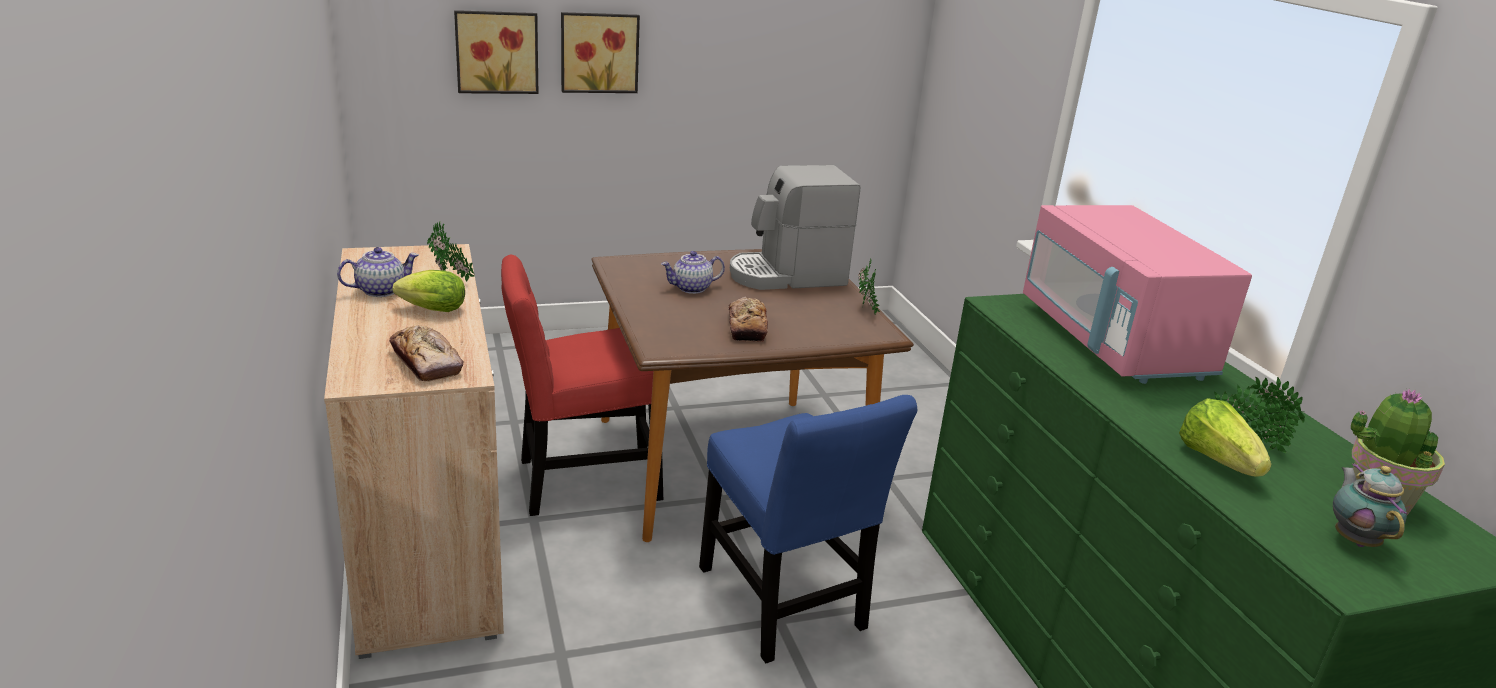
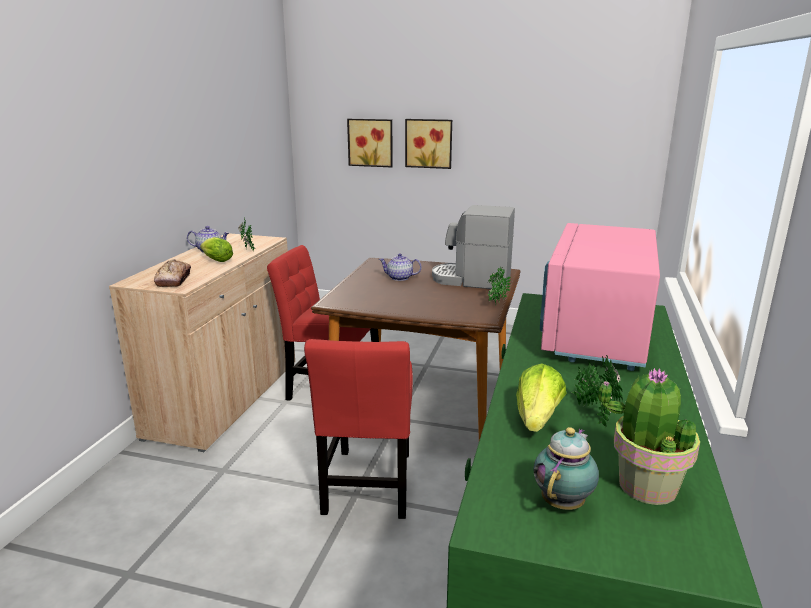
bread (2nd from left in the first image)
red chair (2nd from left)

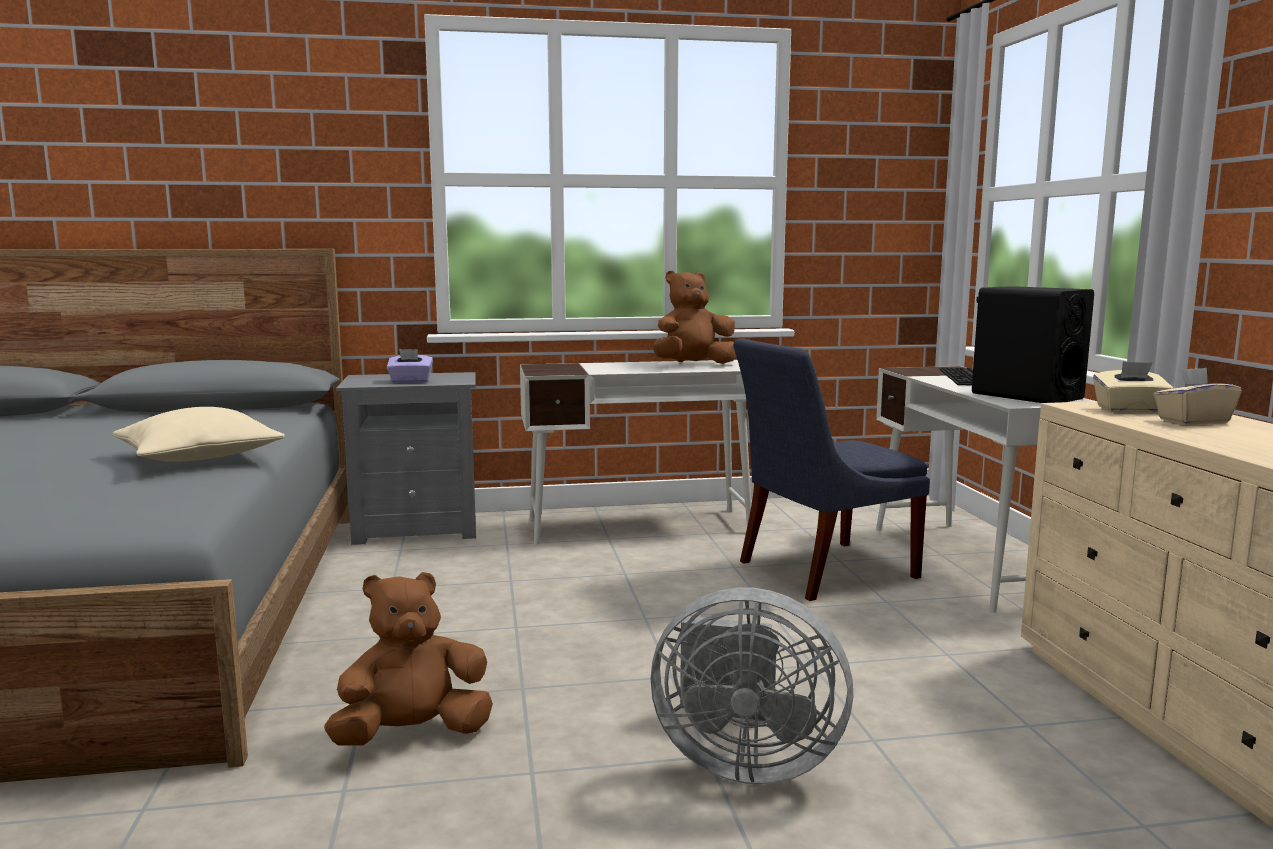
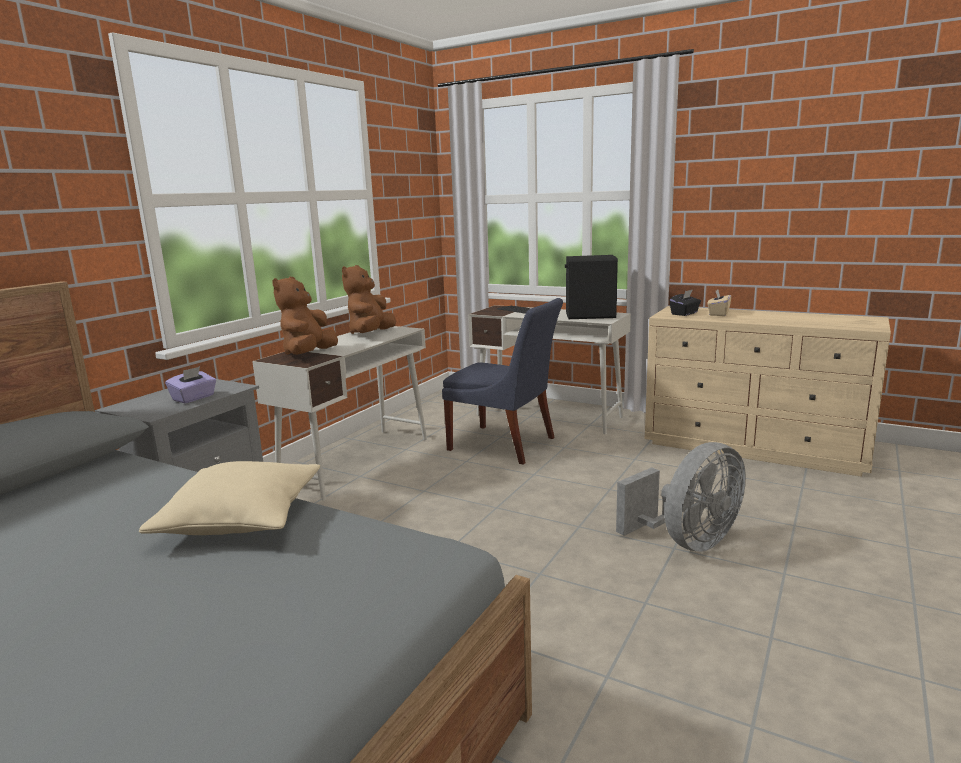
blue chair
black tissue box
brown plush toy (1st from left)

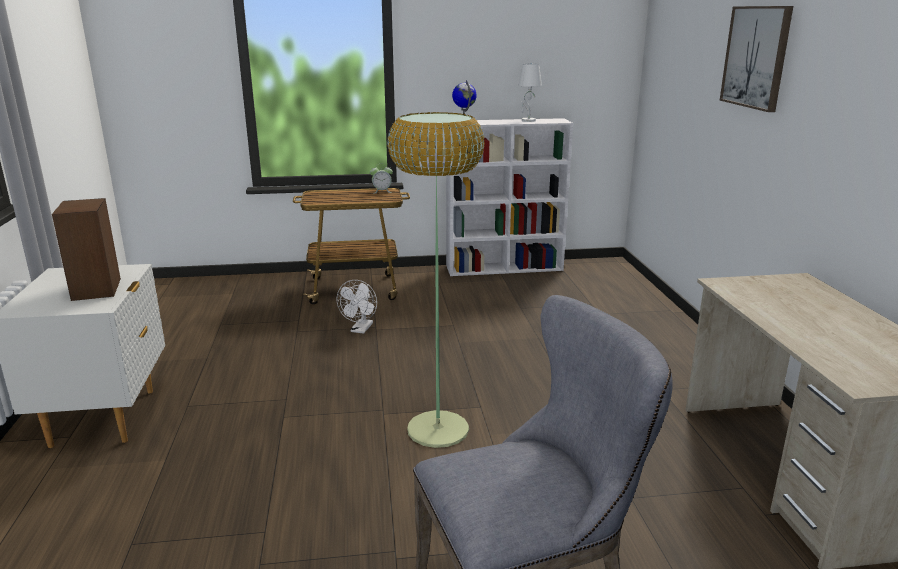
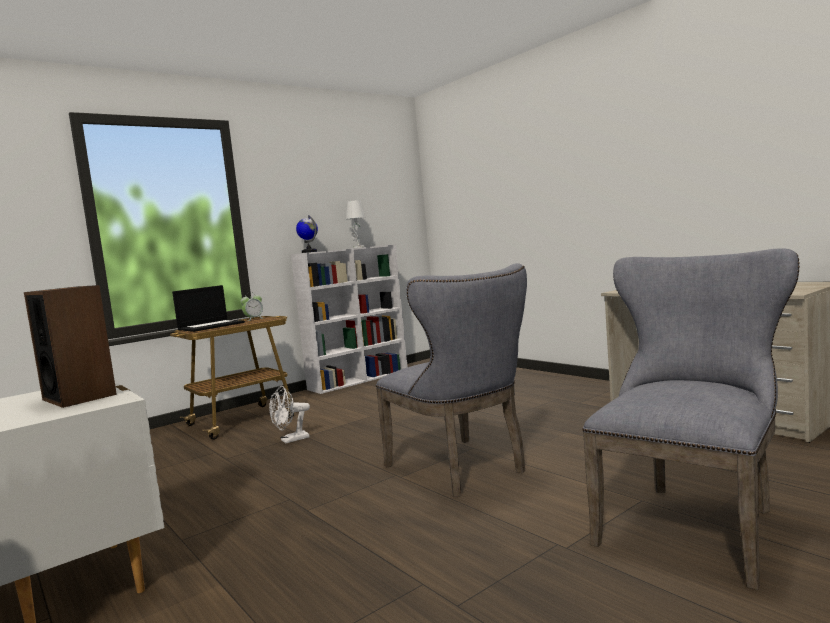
picture
grey chair (1st from left)
white fan
laptop

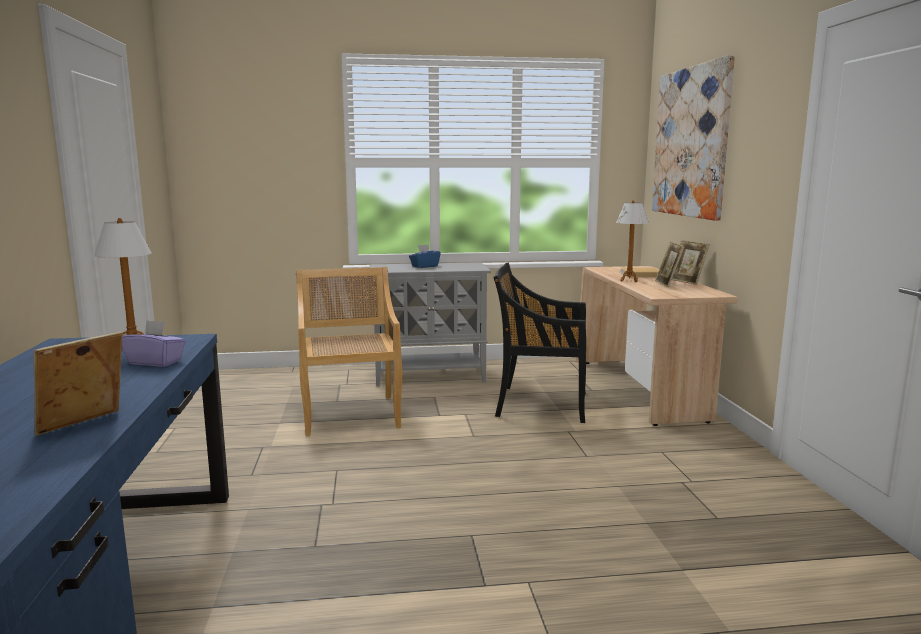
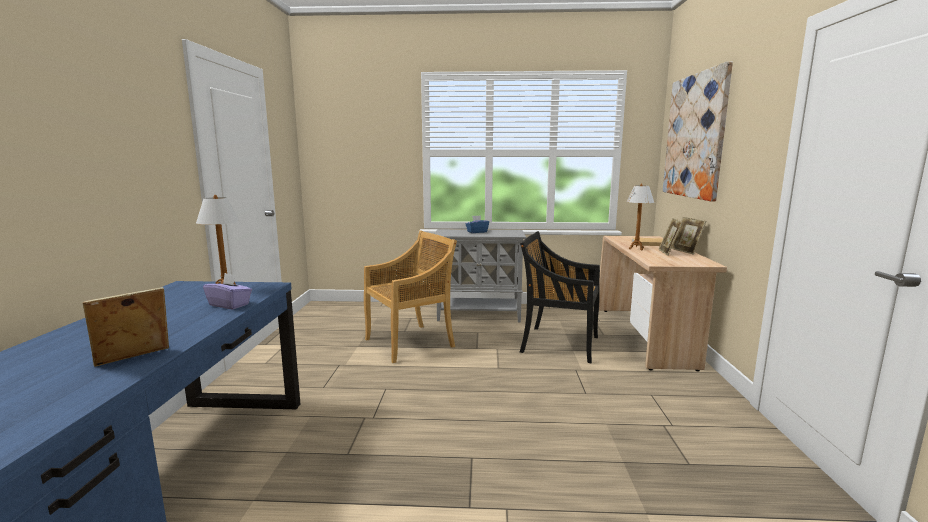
beige chair

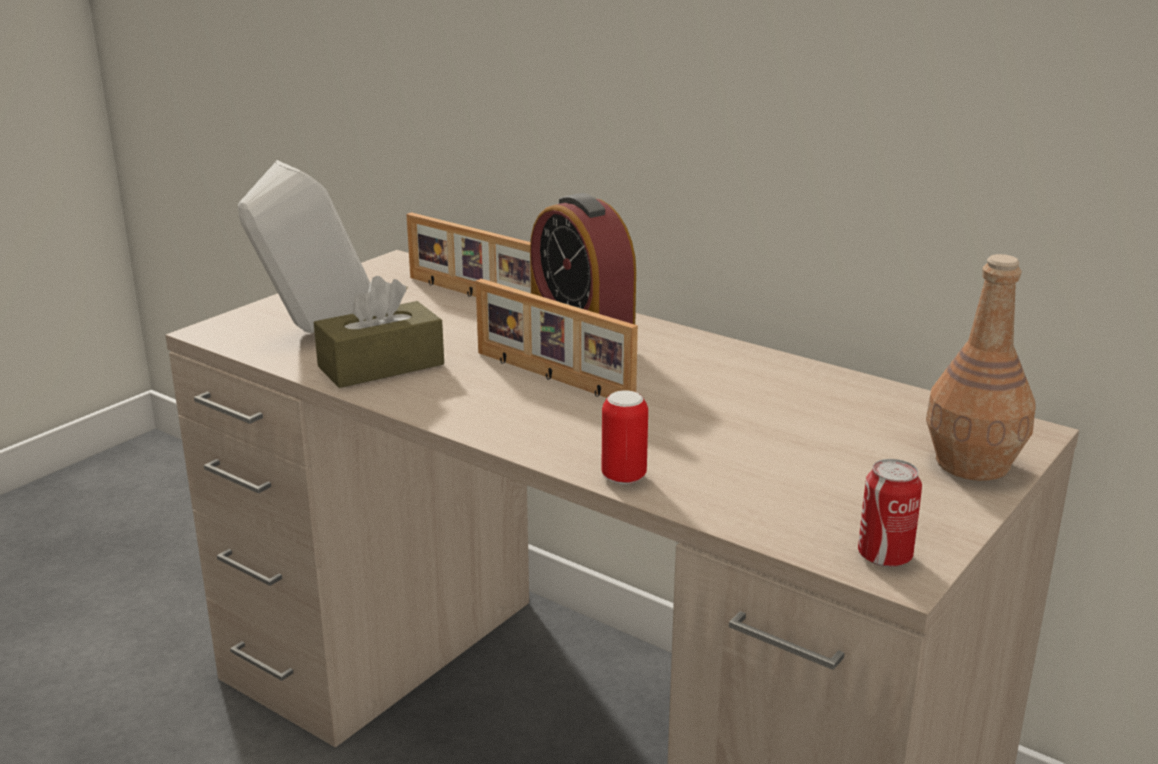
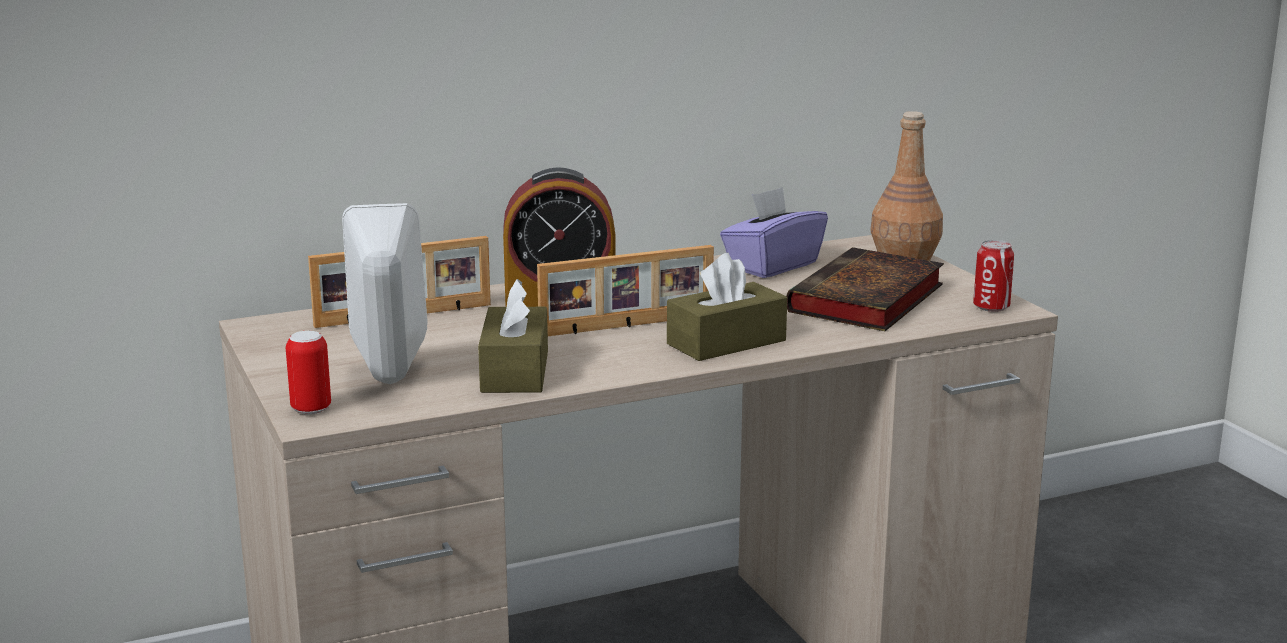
can (1st from left)
purple tissue box
book
brown tissue box (2nd from left)

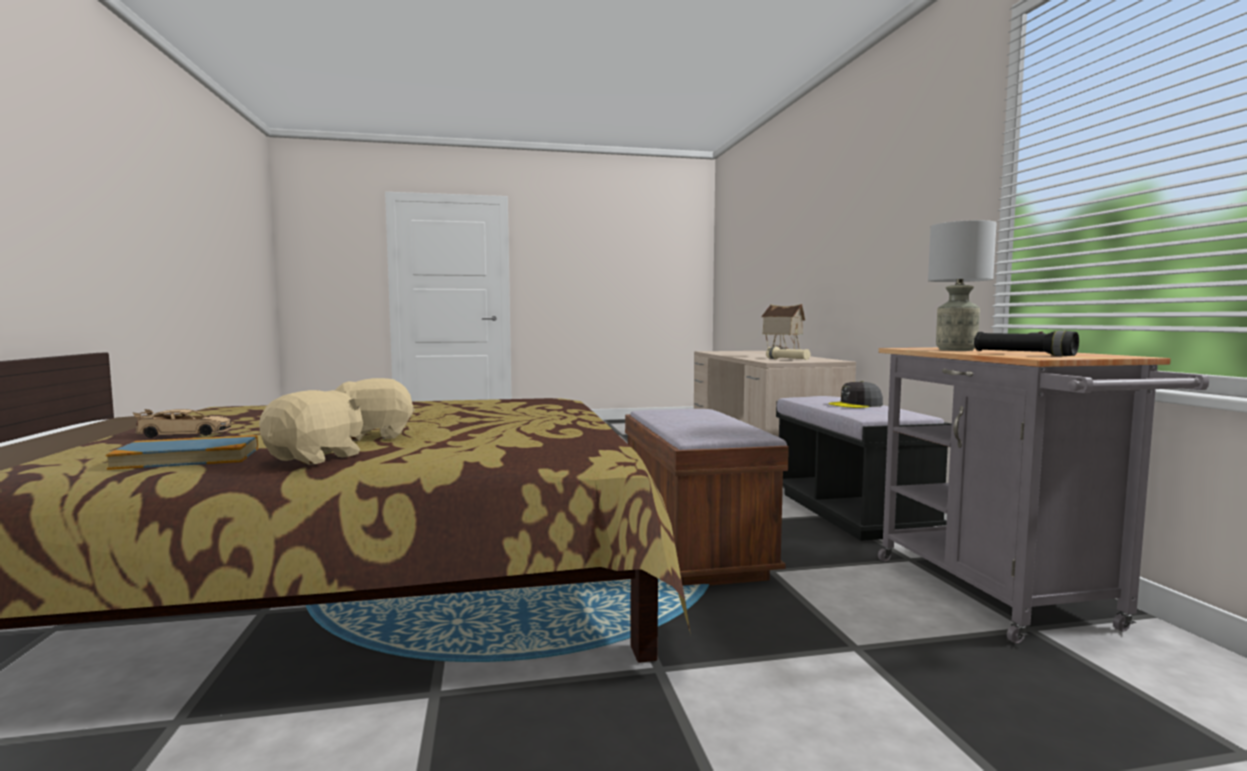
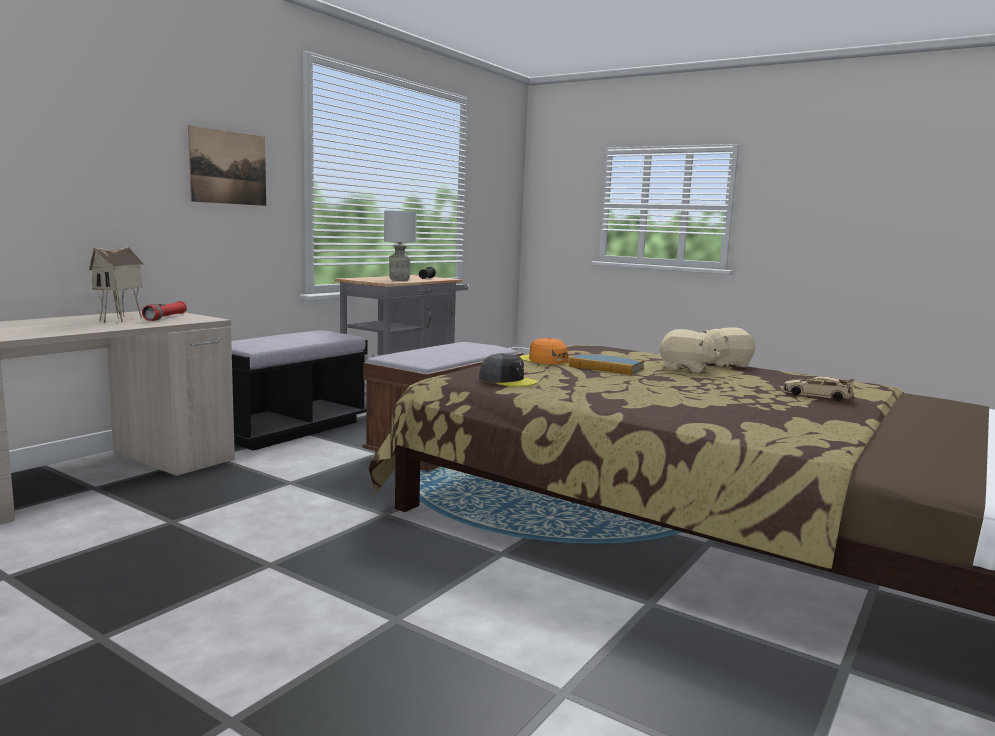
red flashlight
grey cap
book
picture
orange cap

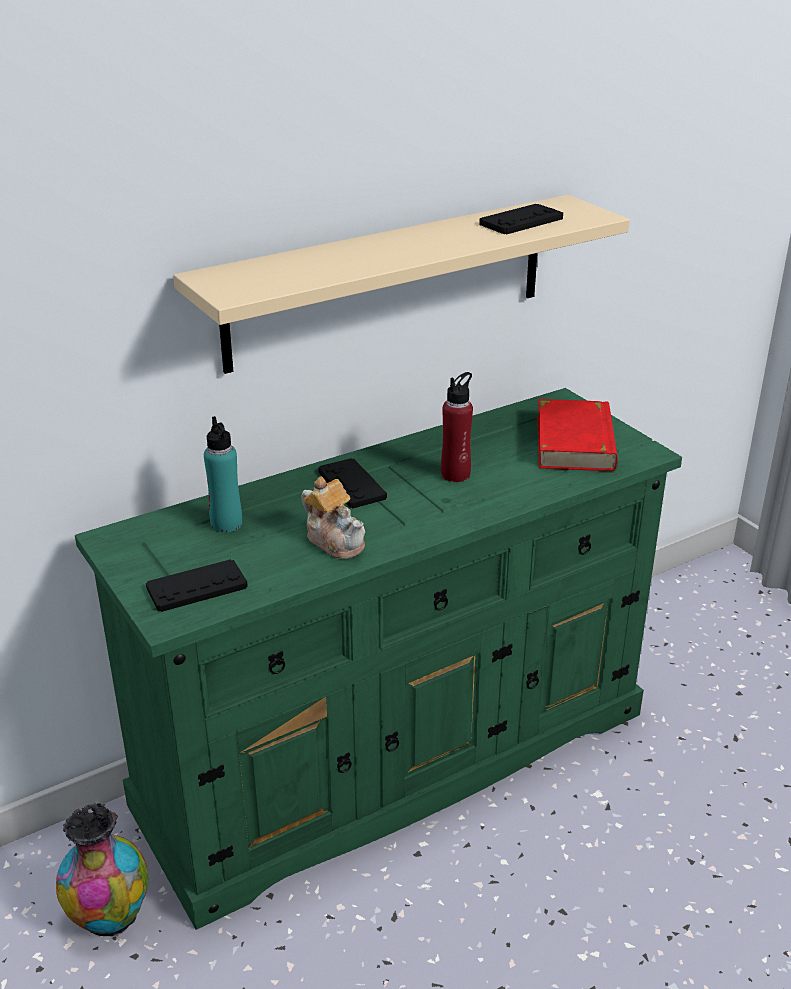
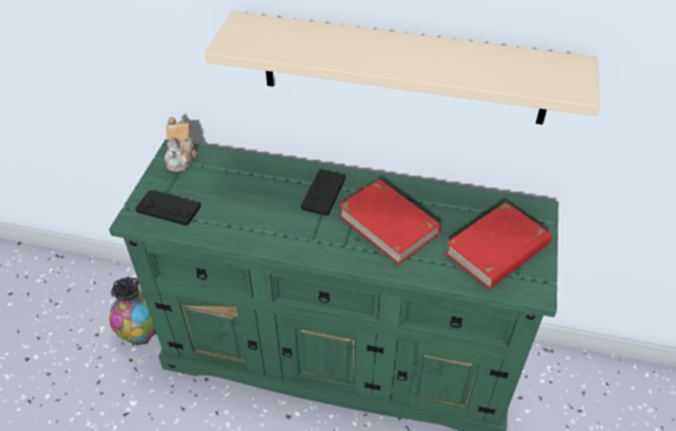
black game controller (3rd from left in the first image)
red book (1st from left)
turquoise bottle
teapot

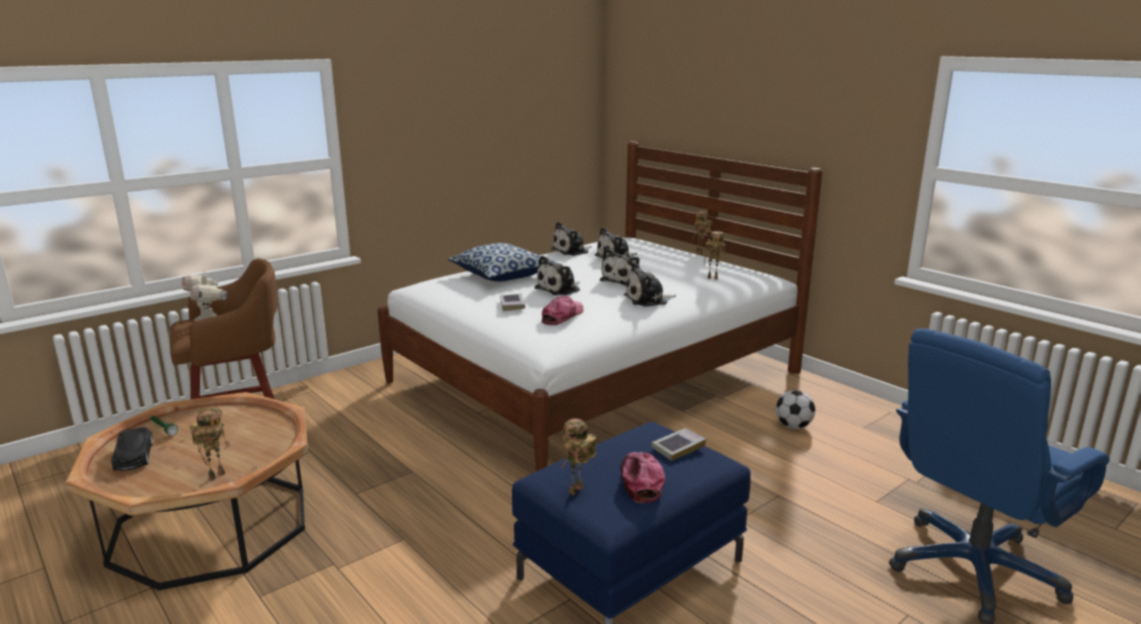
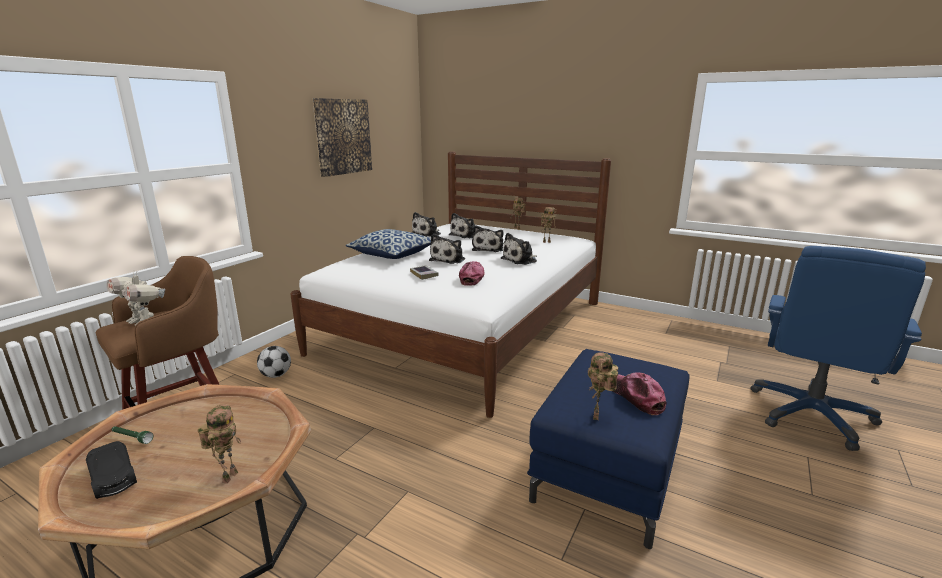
football
book (2nd from left in the first image)
picture

